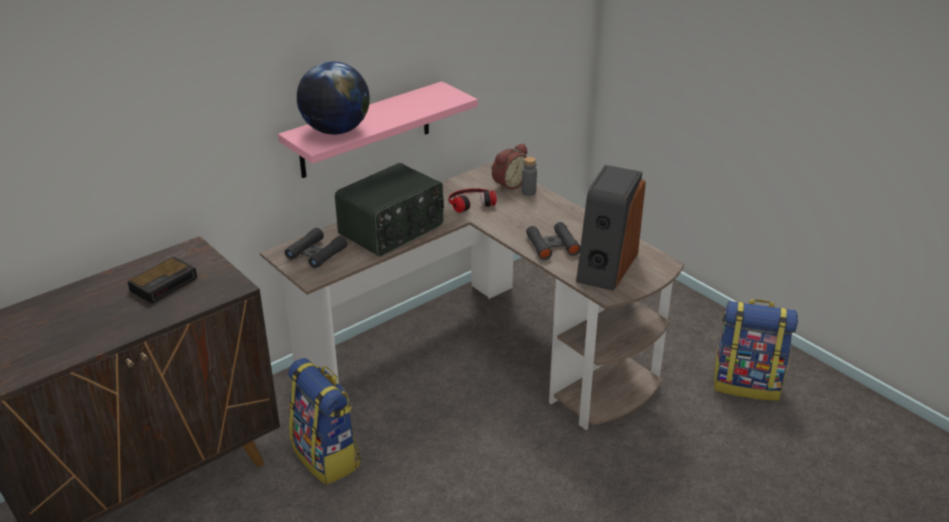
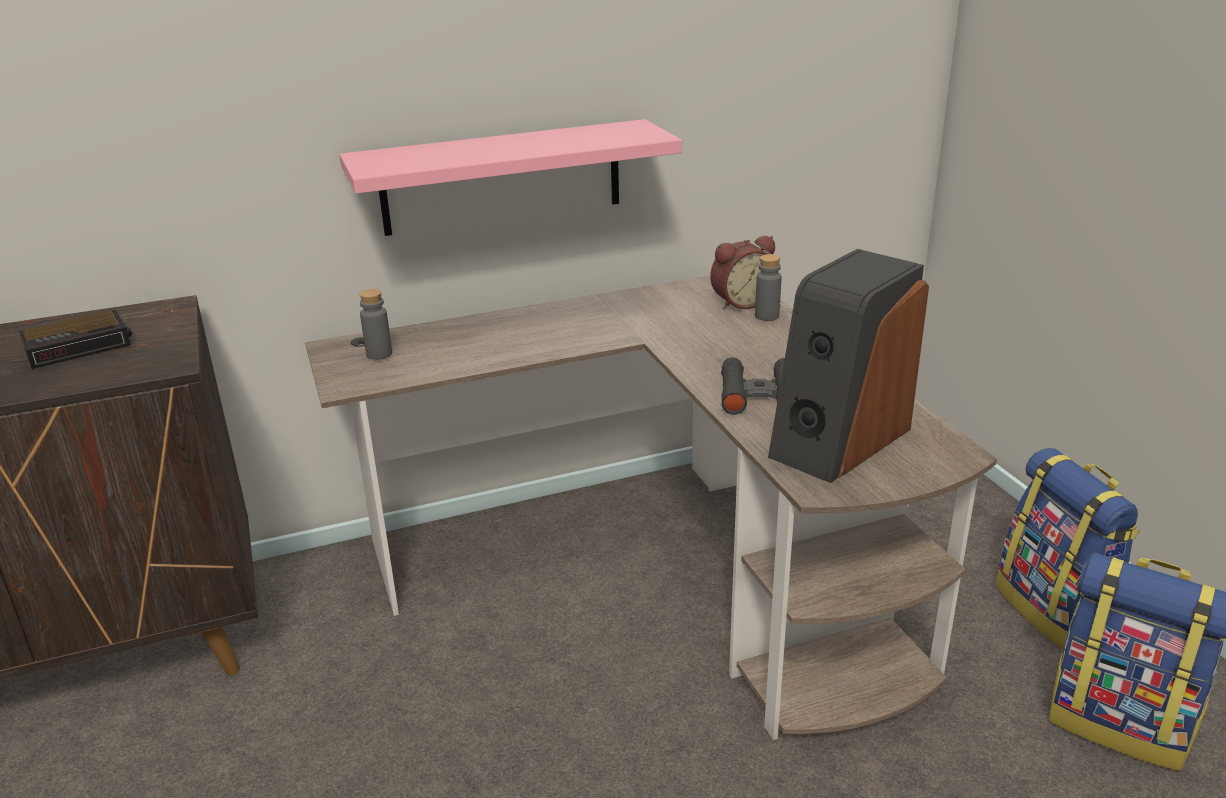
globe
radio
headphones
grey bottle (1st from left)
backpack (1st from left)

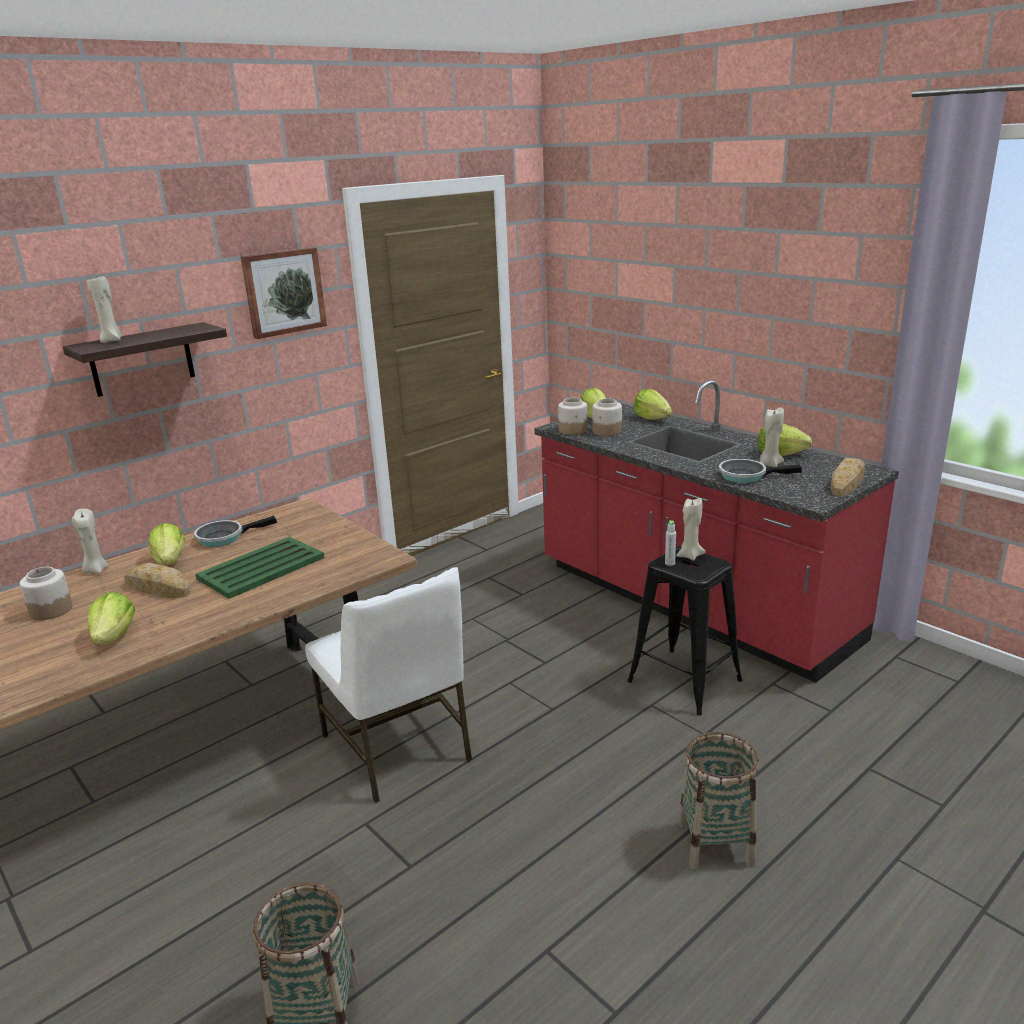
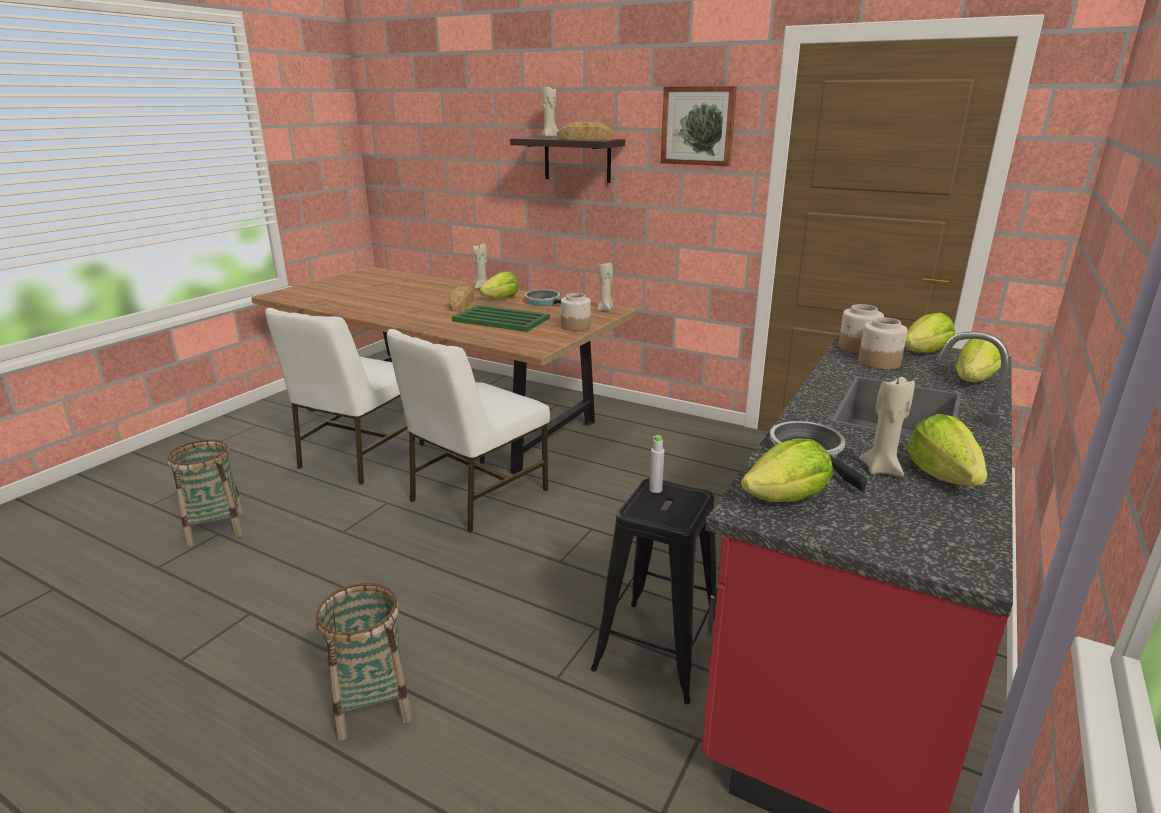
bread (2nd from left)
beige candle (3rd from left)
jar (1st from left)
lettuce (2nd from left)
white chair (1st from left)

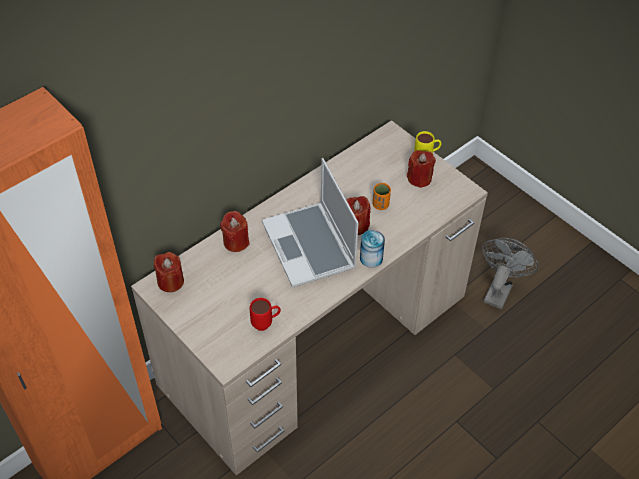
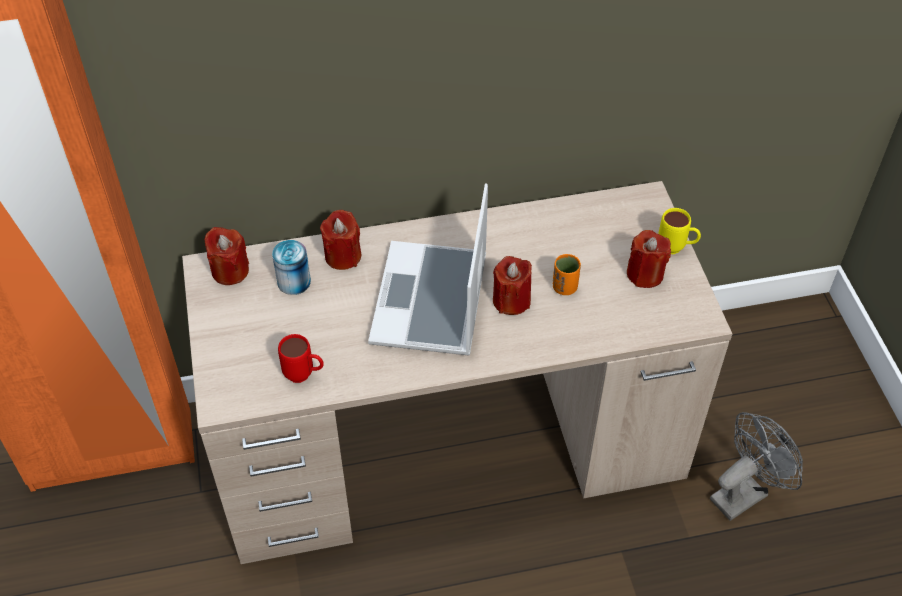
can

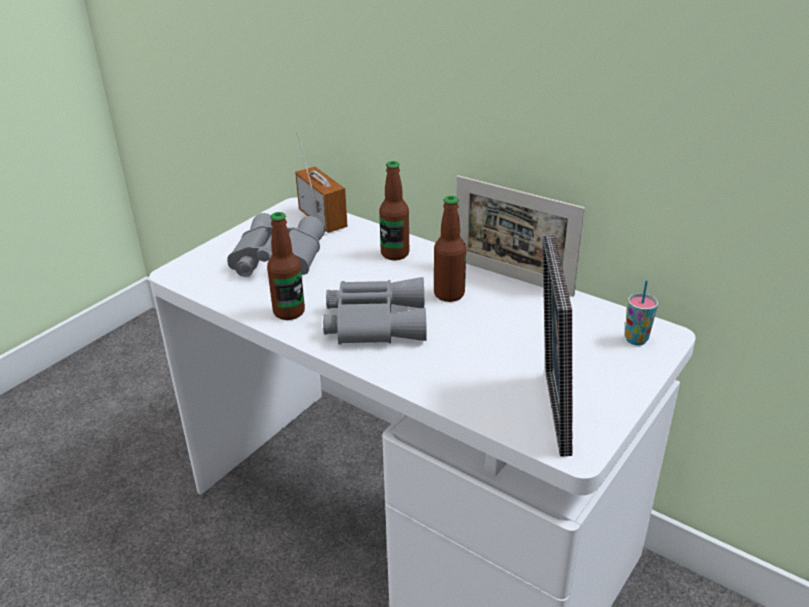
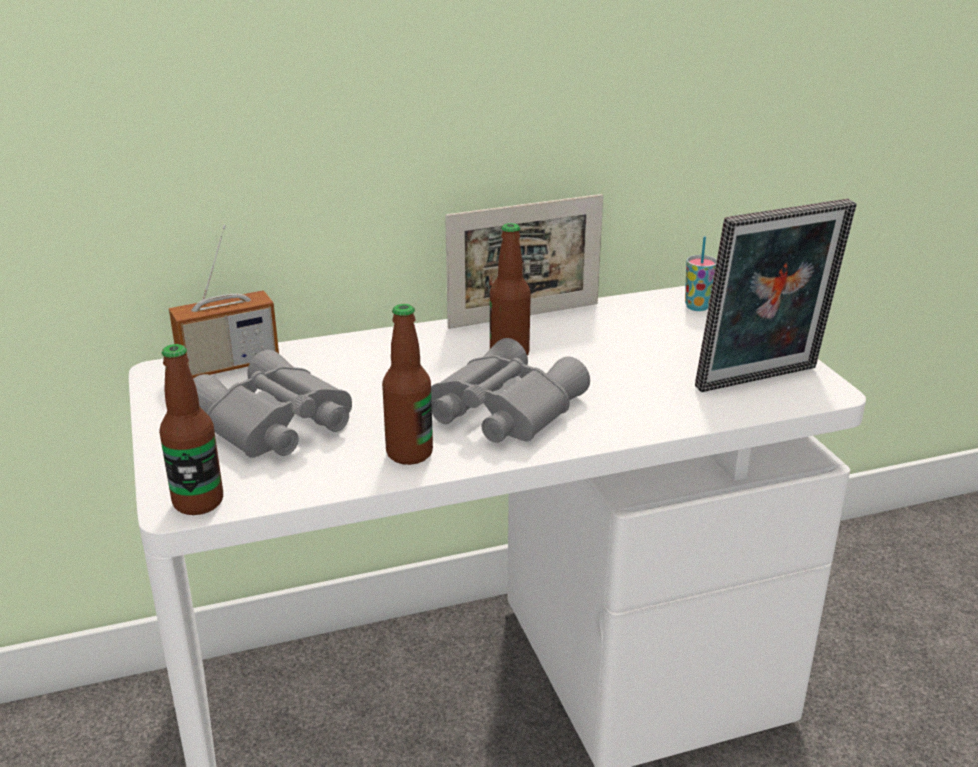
radio
bottle (1st from left)
picture frame (2nd from left)

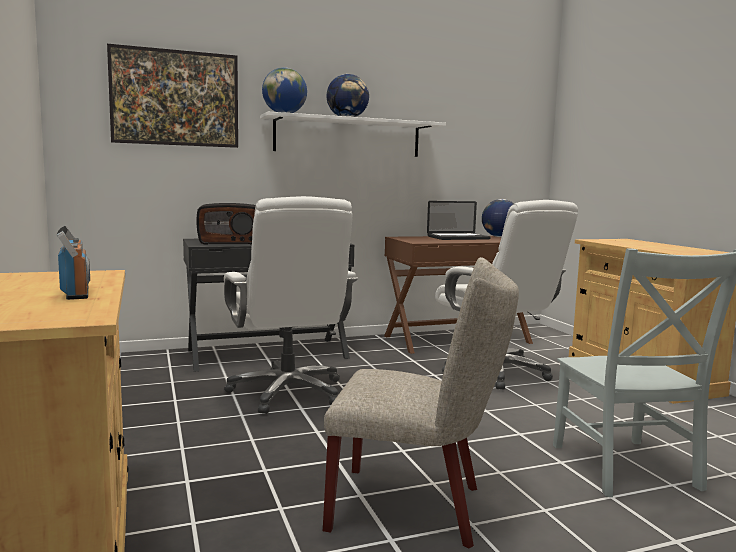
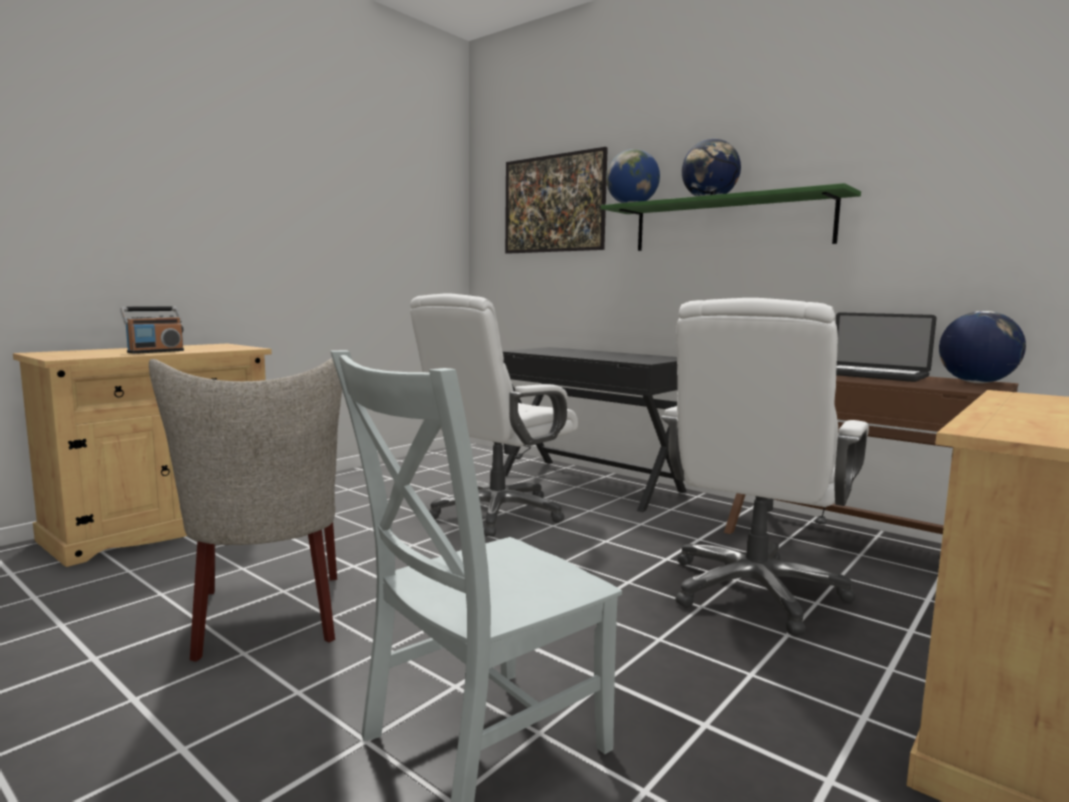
green shelf
radio (2nd from left in the first image)

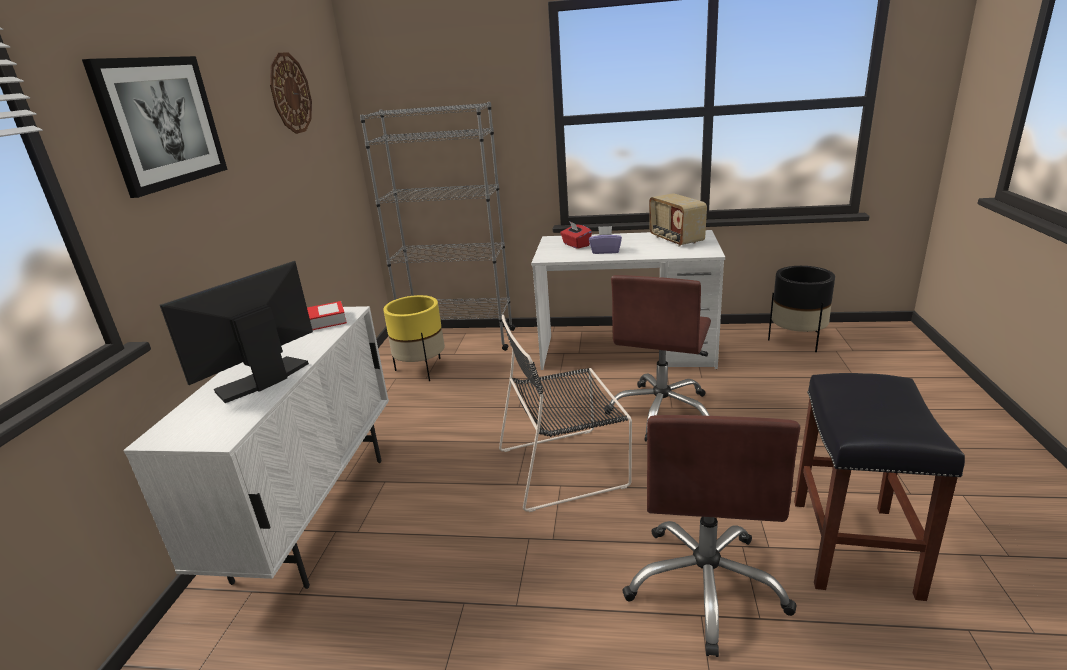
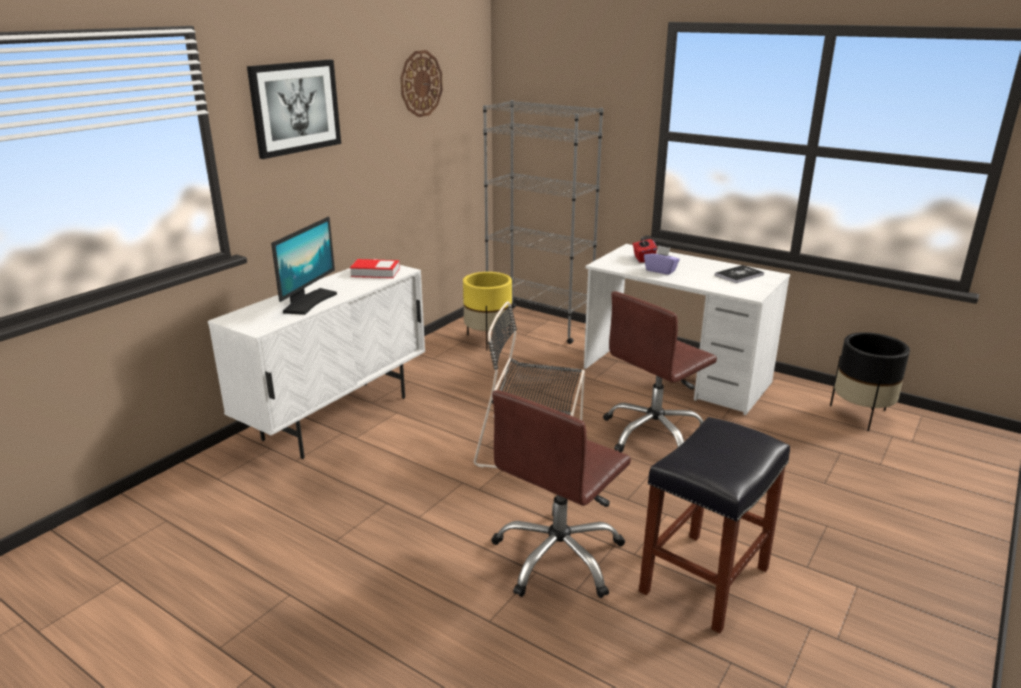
book (2nd from left)
monitor

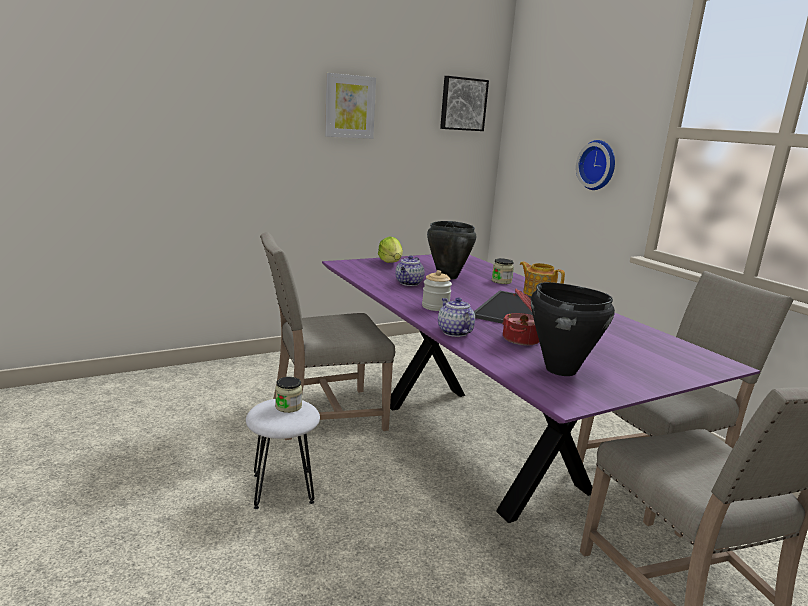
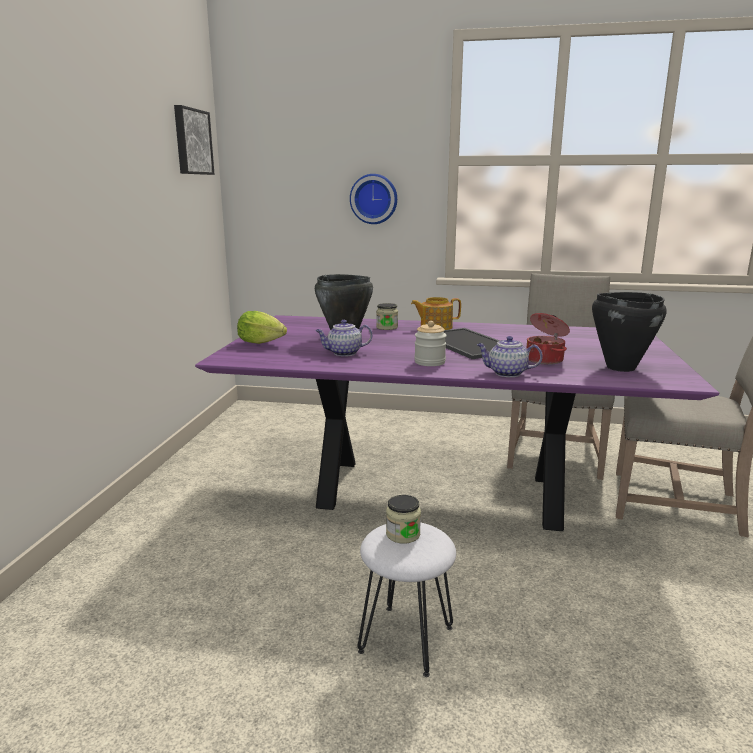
picture (1st from left in the first image)
beige chair (1st from left in the first image)
teapot (1st from left)

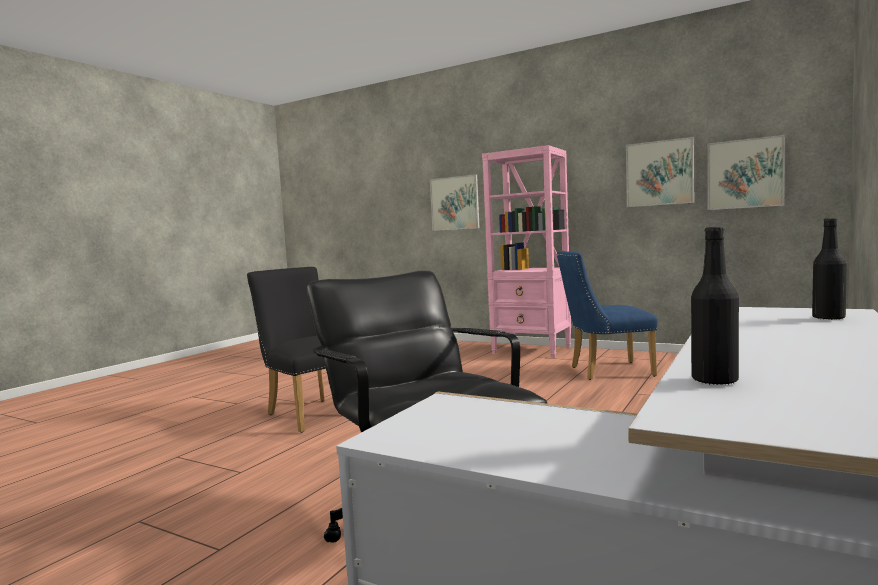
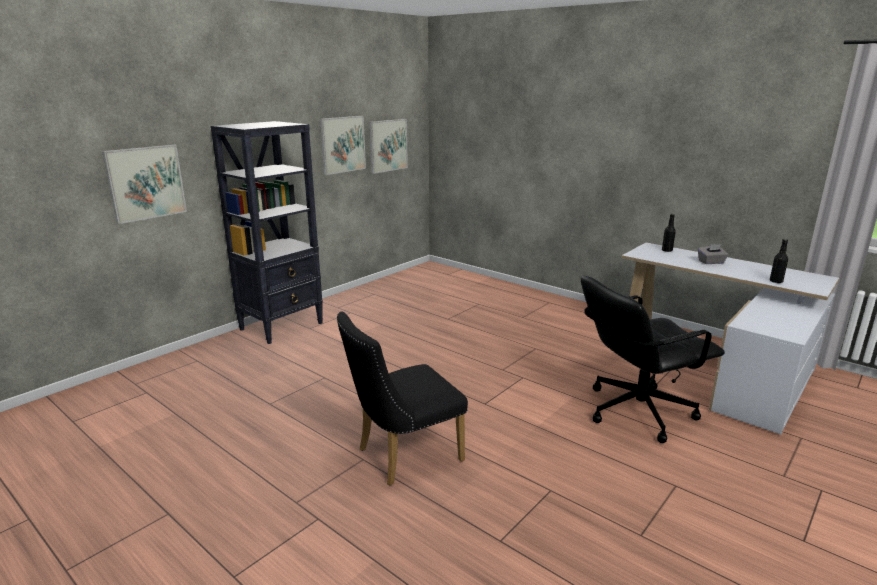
black bookcase
blue chair
grey tissue box

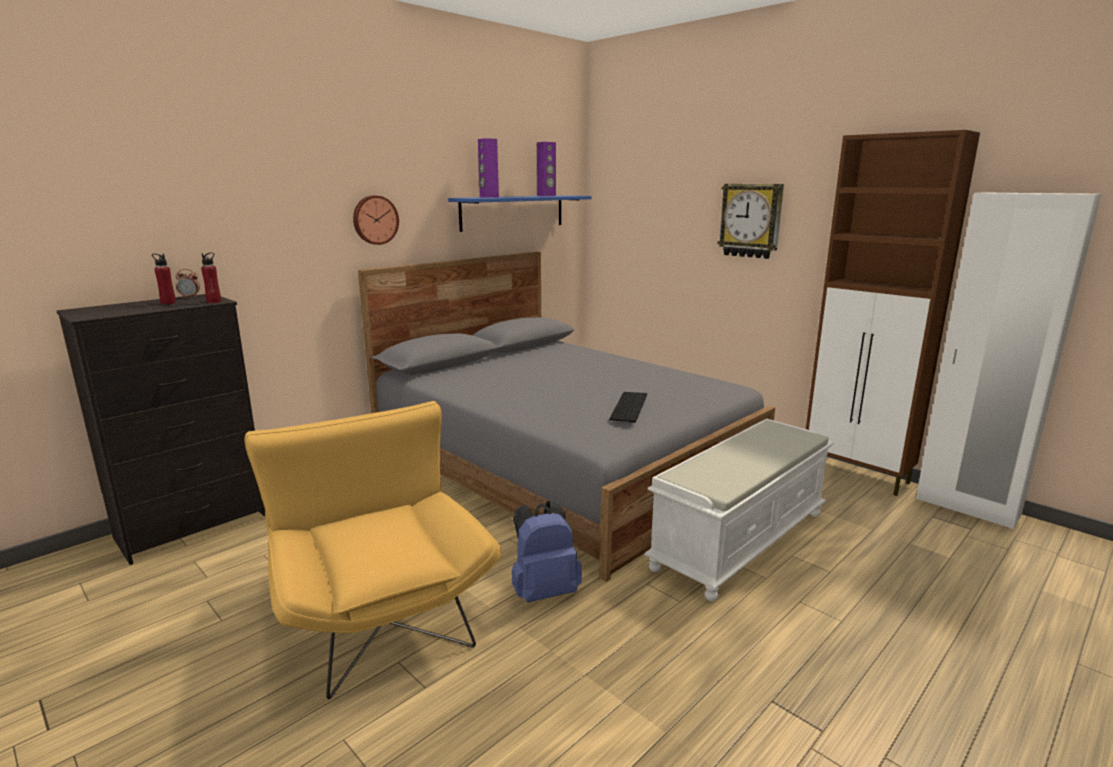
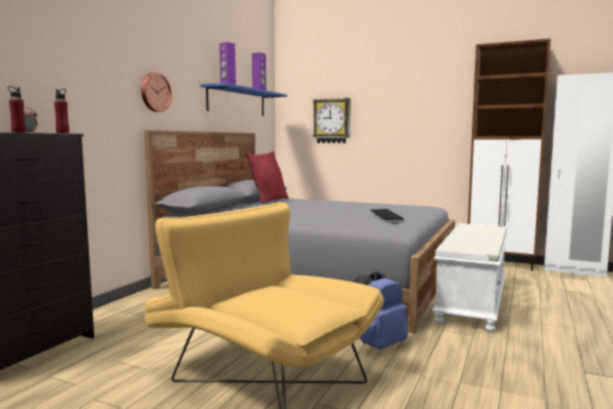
wall clock (2nd from left)
red pillow

